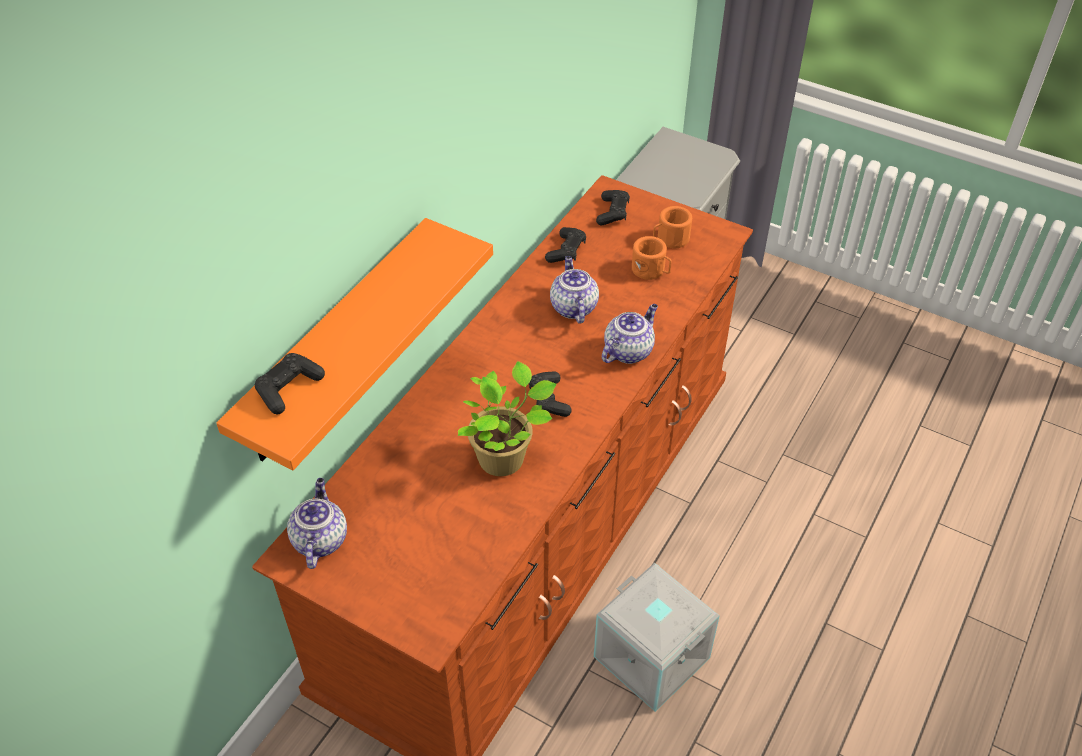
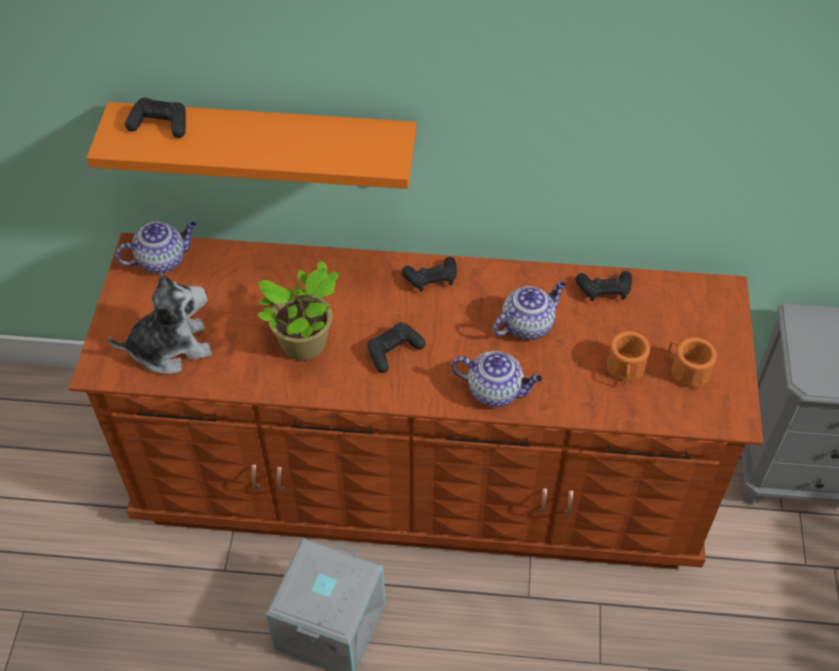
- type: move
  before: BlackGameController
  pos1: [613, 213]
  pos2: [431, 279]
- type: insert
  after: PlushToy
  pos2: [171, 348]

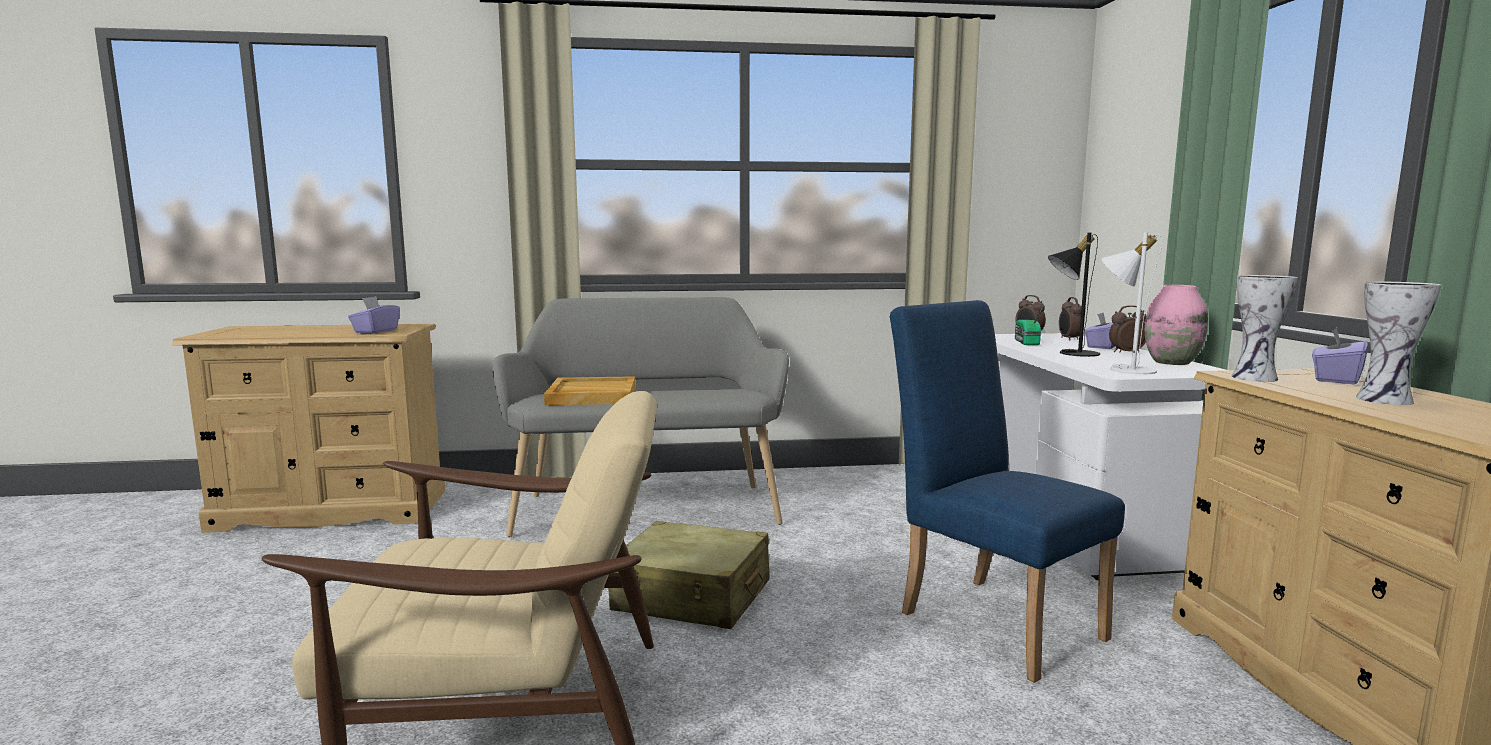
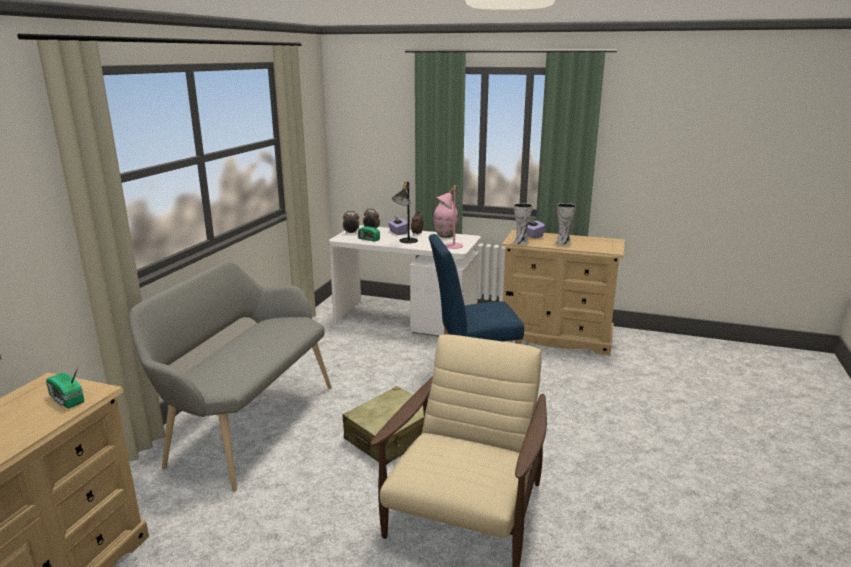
- type: recolor
  before: WhiteTableLamp
  after: PinkTableLamp
  pos1: [1124, 369]
  pos2: [449, 246]
- type: replace
  before: PurpleTissueBox
  after: Radio
  pos1: [375, 331]
  pos2: [66, 400]
- type: delete
  before: BeigeTray
  pos1: [591, 395]

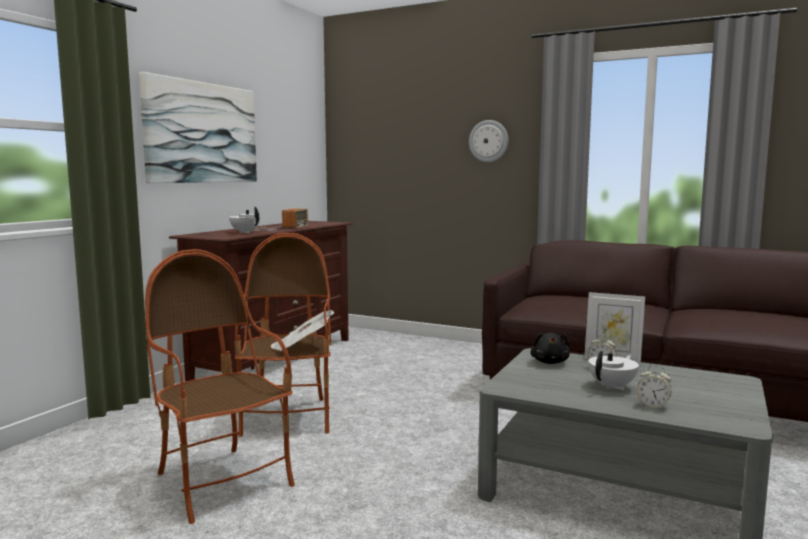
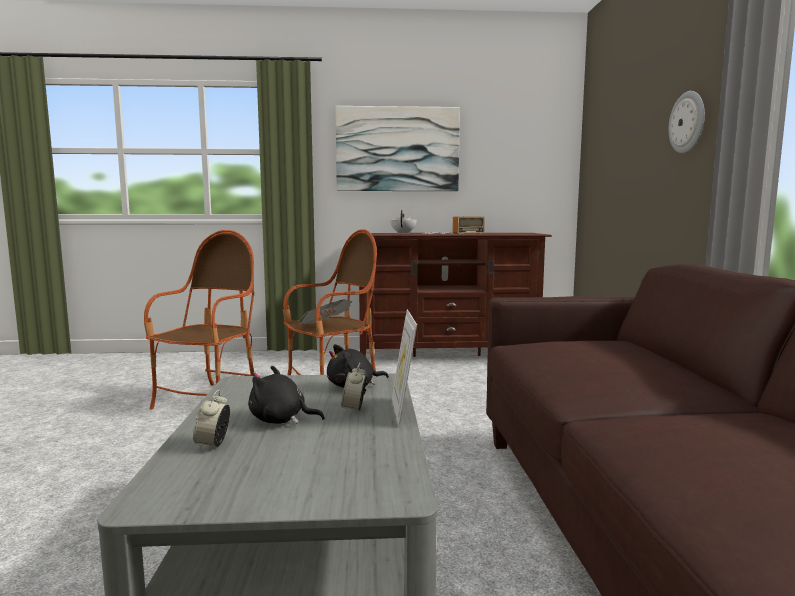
- type: replace
  before: WhiteTeapot
  after: BlackPlushToy
  pos1: [612, 386]
  pos2: [281, 420]

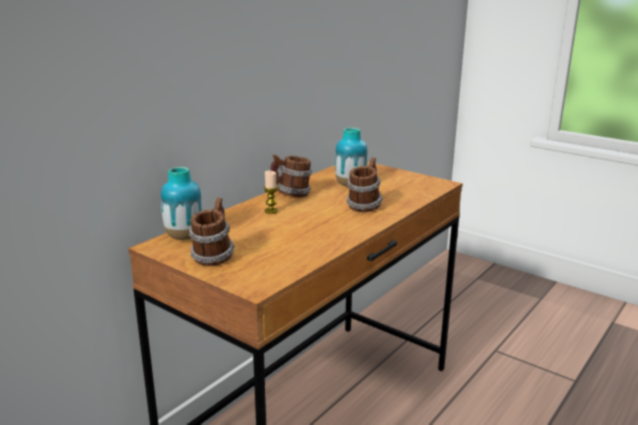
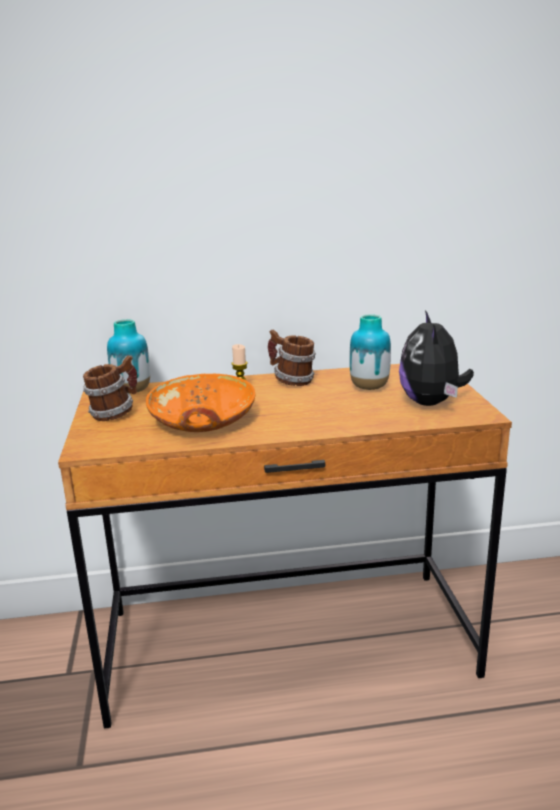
- type: delete
  before: Mug
  pos1: [364, 206]
- type: insert
  after: PlushToy
  pos2: [431, 403]
- type: insert
  after: OrangeBowl
  pos2: [202, 420]

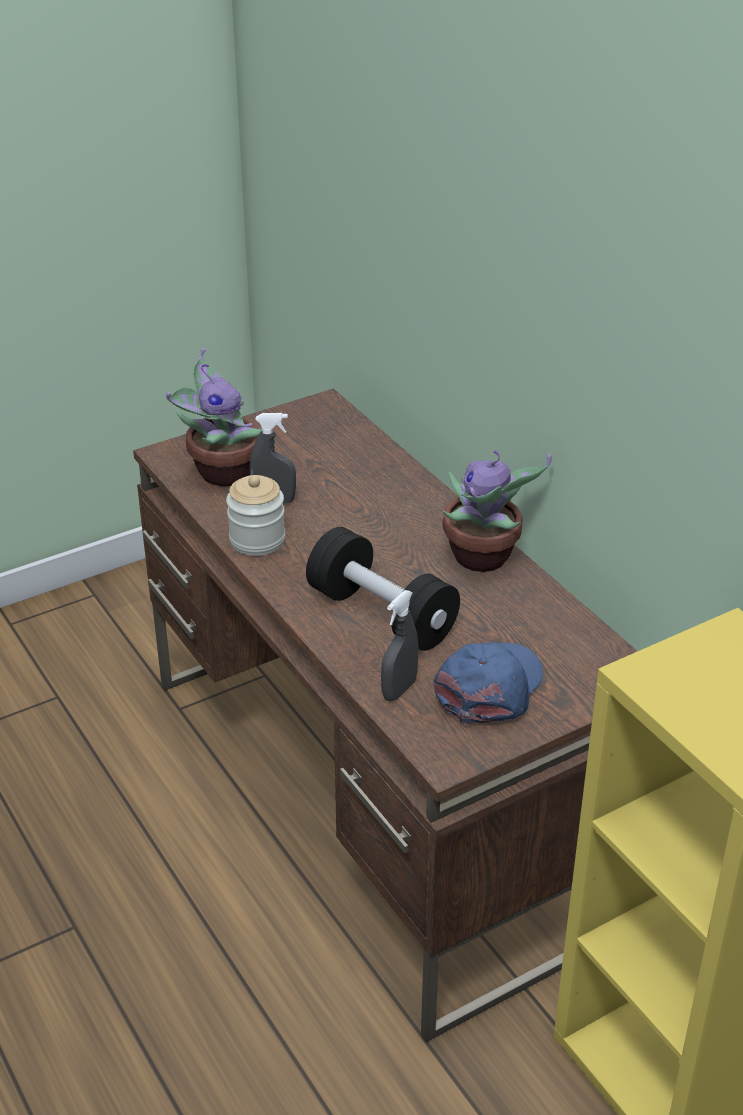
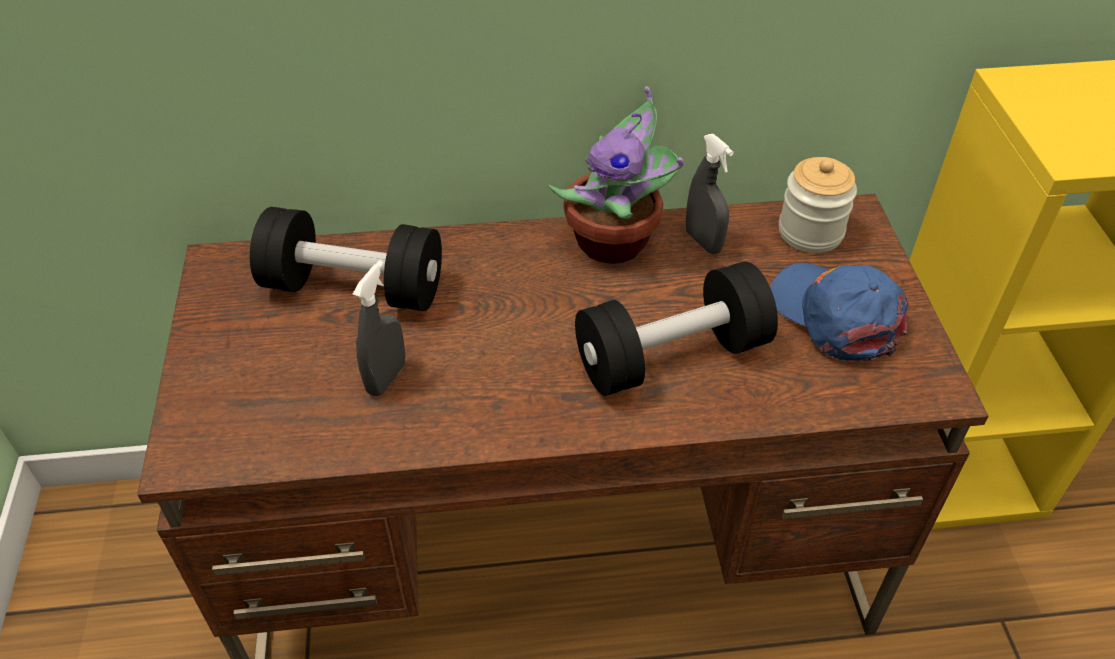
- type: delete
  before: PottedPlant
  pos1: [222, 472]
- type: move
  before: Jar
  pos1: [257, 540]
  pos2: [810, 232]
- type: move
  before: GreySprayBottle
  pos1: [399, 689]
  pos2: [703, 241]
- type: insert
  after: BlackDumbbell
  pos2: [354, 288]

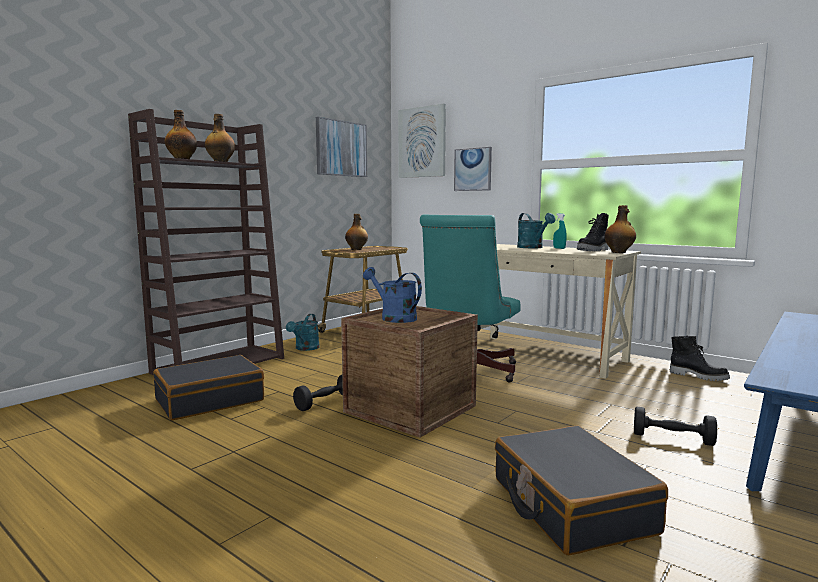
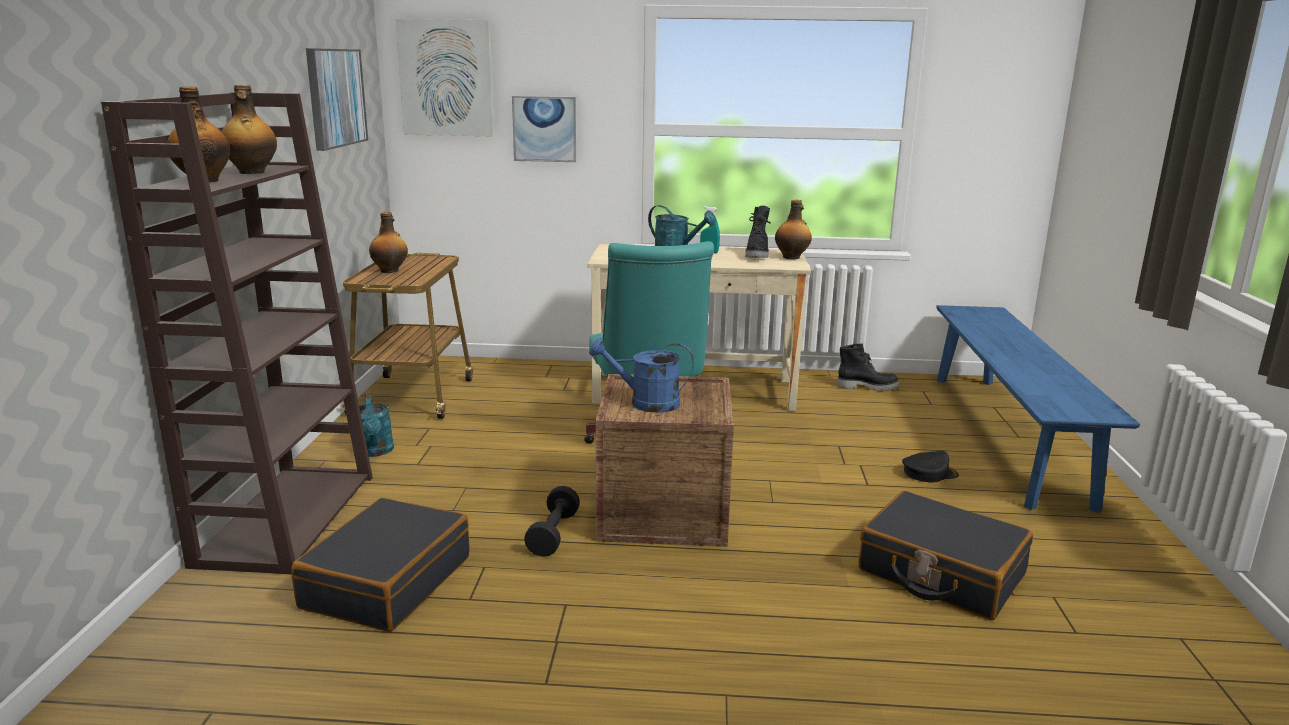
- type: replace
  before: BlackDumbbell
  after: BlackCap
  pos1: [672, 438]
  pos2: [929, 473]

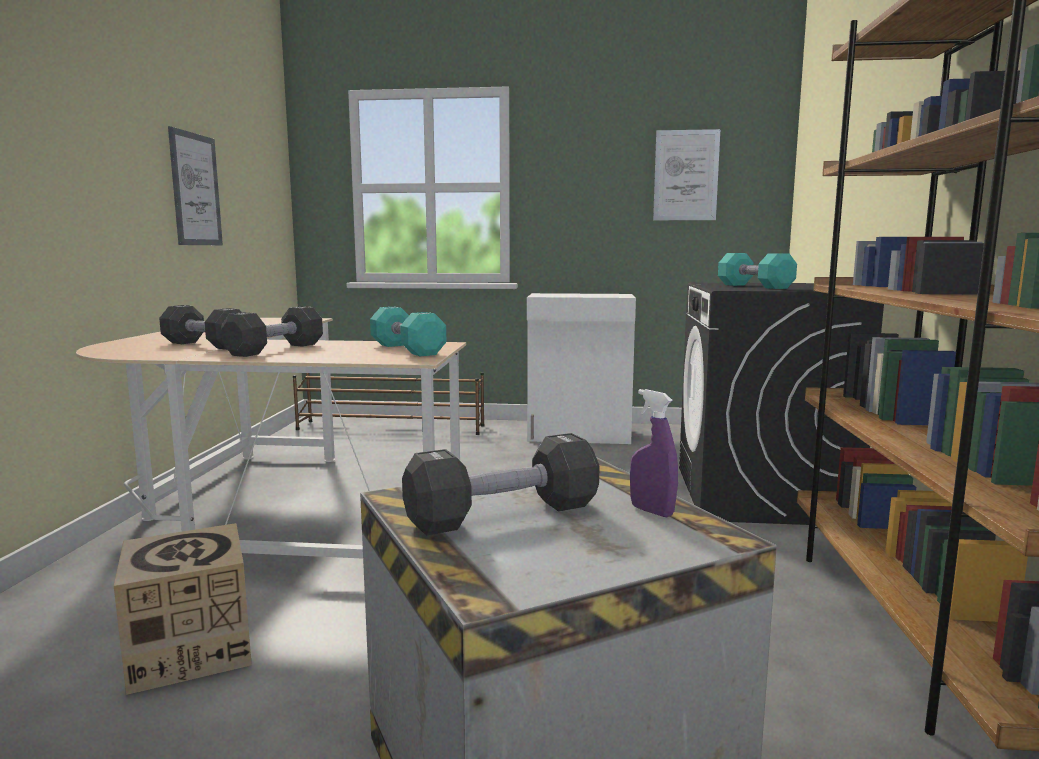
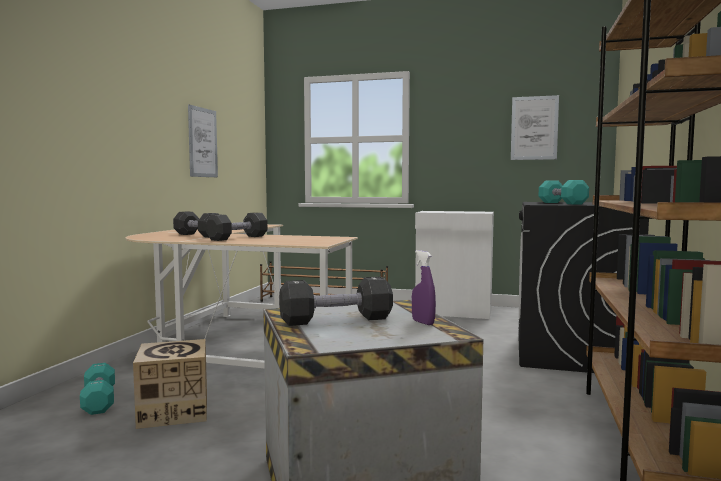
- type: move
  before: TurquoiseDumbbell
  pos1: [407, 349]
  pos2: [99, 400]

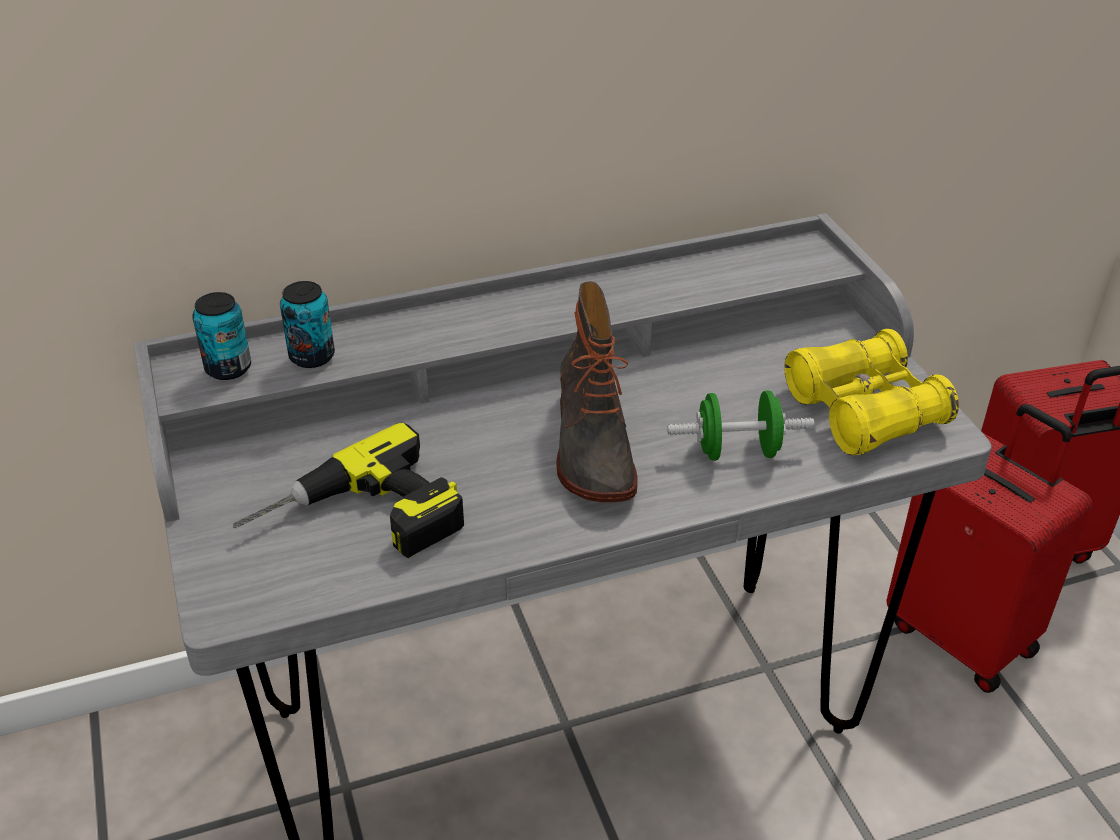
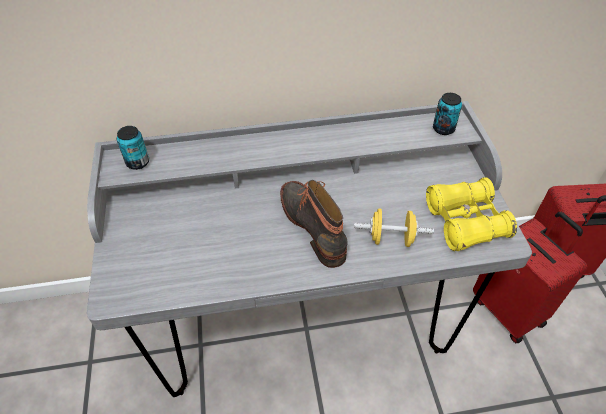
- type: move
  before: Can
  pos1: [312, 356]
  pos2: [443, 129]
- type: rotate
  before: Boot
  pos1: [590, 447]
  pos2: [314, 226]
  turn: 150
- type: recolor
  before: GreenDumbbell
  after: YellowDumbbell
  pos1: [737, 451]
  pos2: [391, 238]
- type: delete
  before: PowerDrill
  pos1: [358, 523]

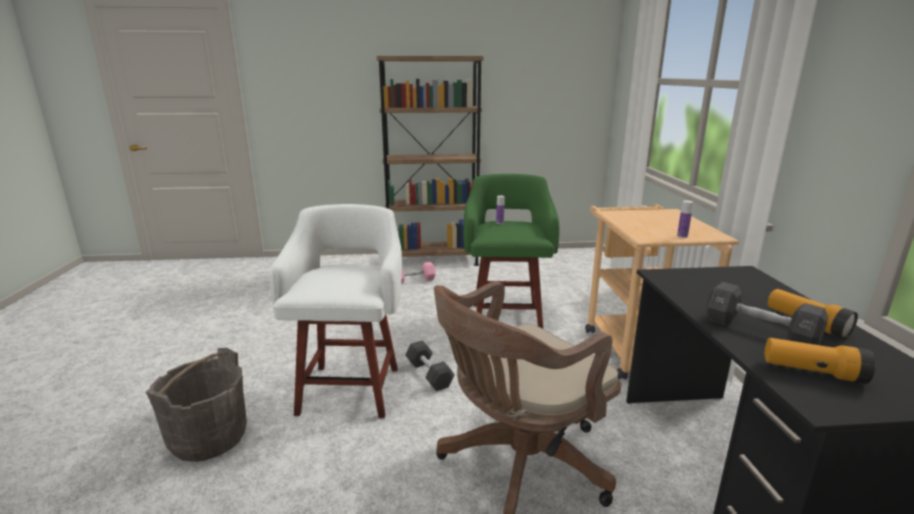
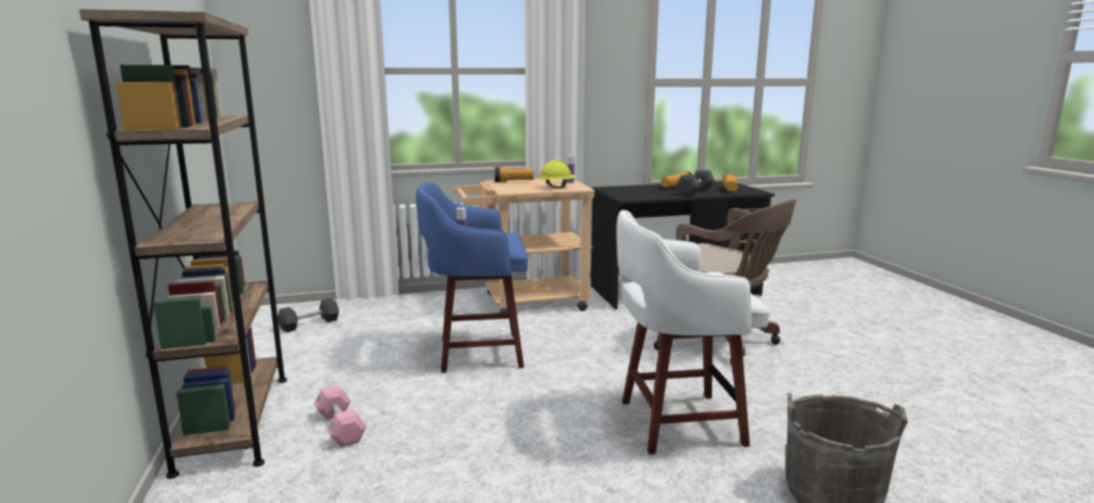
- type: recolor
  before: GreenStool
  after: BlueStool
  pos1: [506, 317]
  pos2: [476, 353]
- type: move
  before: BlackDumbbell
  pos1: [429, 374]
  pos2: [309, 324]
- type: insert
  after: YellowHardHat
  pos2: [557, 187]
- type: insert
  after: Flashlight
  pos2: [514, 182]

